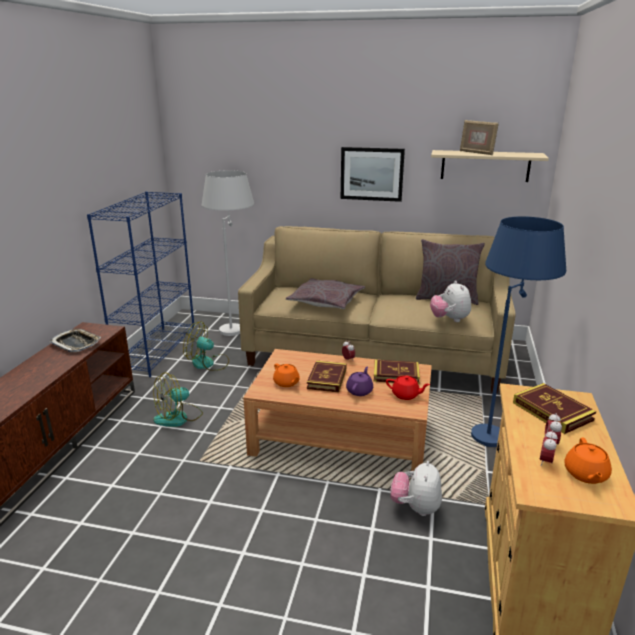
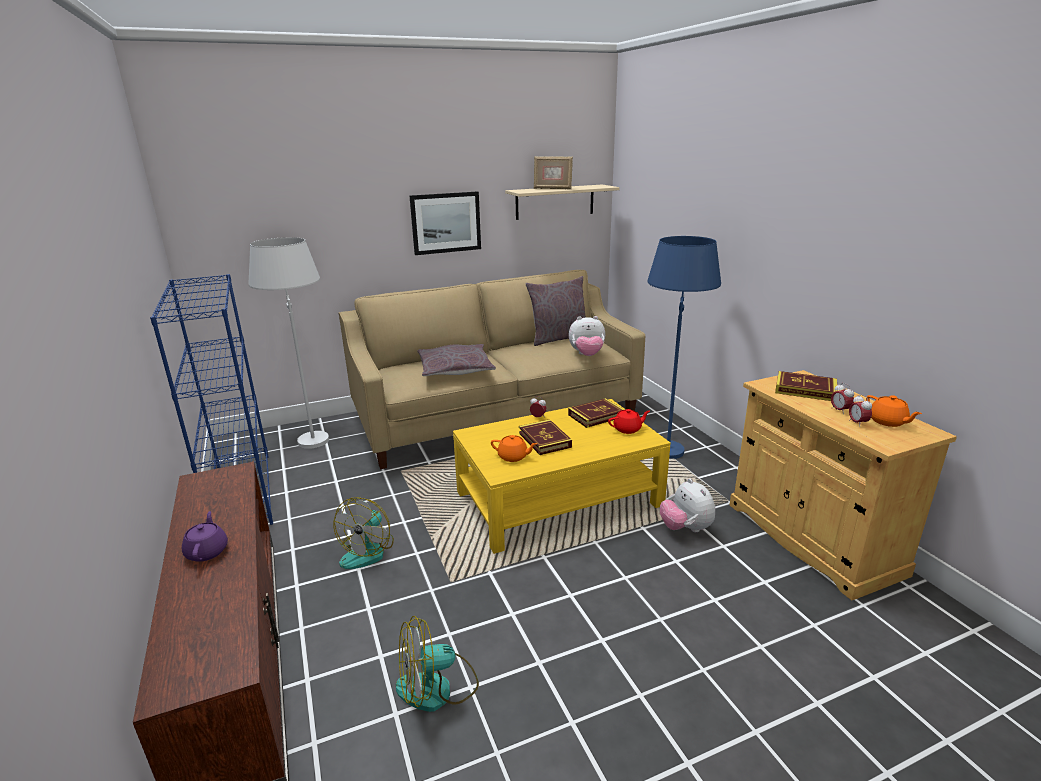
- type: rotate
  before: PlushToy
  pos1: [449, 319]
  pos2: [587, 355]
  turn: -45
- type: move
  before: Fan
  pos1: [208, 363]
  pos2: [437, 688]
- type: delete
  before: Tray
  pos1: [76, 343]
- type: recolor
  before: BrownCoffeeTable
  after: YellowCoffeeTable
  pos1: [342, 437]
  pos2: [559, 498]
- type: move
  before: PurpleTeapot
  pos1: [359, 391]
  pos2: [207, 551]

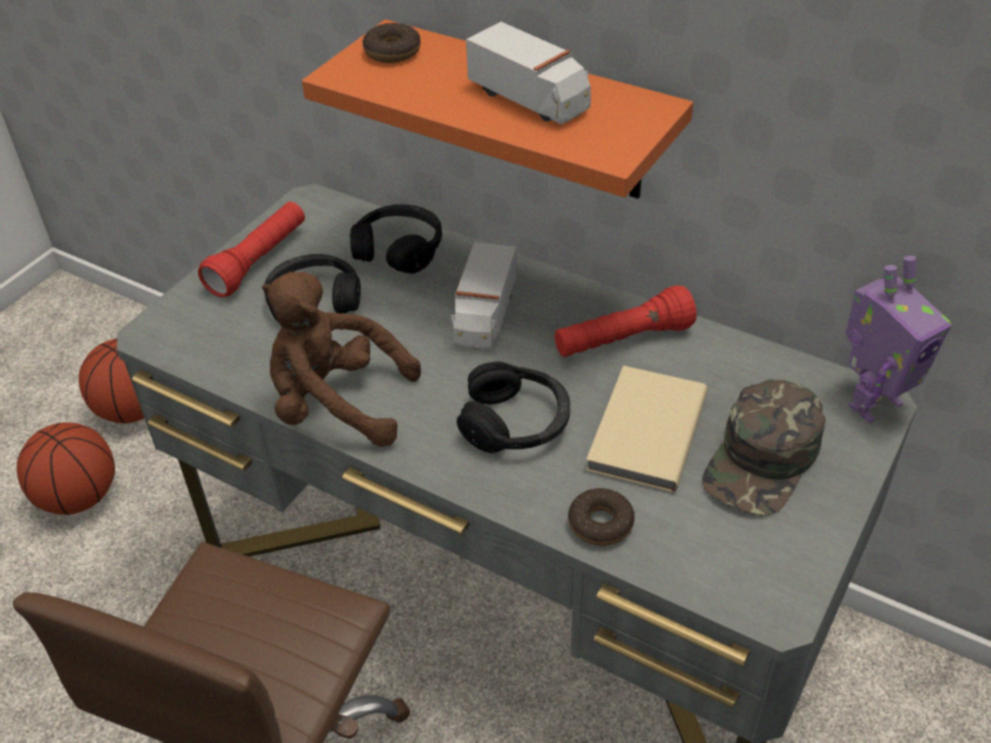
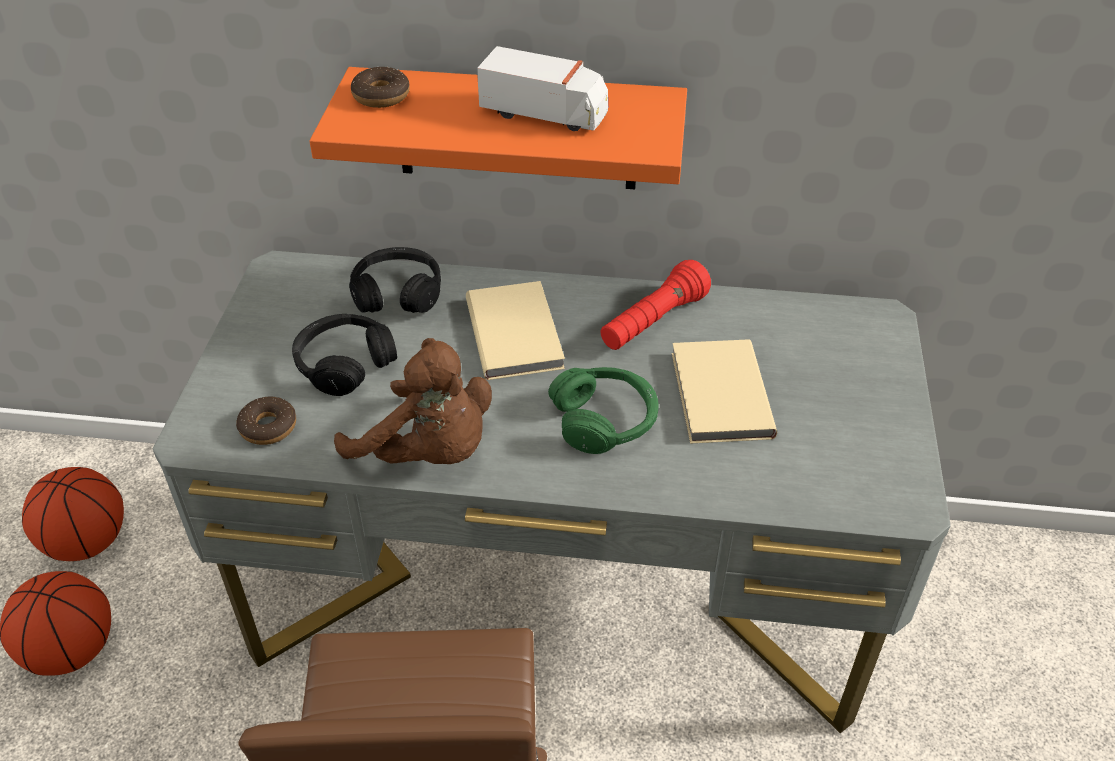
- type: delete
  before: RedFlashlight
  pos1: [259, 261]
- type: replace
  before: ToyTruck
  after: BeigeBook
  pos1: [484, 315]
  pos2: [516, 332]
- type: delete
  before: ToyRobot
  pos1: [872, 402]
- type: rotate
  before: BrownPlushToy
  pos1: [336, 404]
  pos2: [428, 453]
  turn: -135
- type: recolor
  before: BlackHeadphones
  after: GreenHeadphones
  pos1: [516, 423]
  pos2: [605, 420]
- type: delete
  before: GreenCap
  pos1: [763, 459]
- type: move
  before: Donut
  pos1: [600, 523]
  pos2: [268, 427]

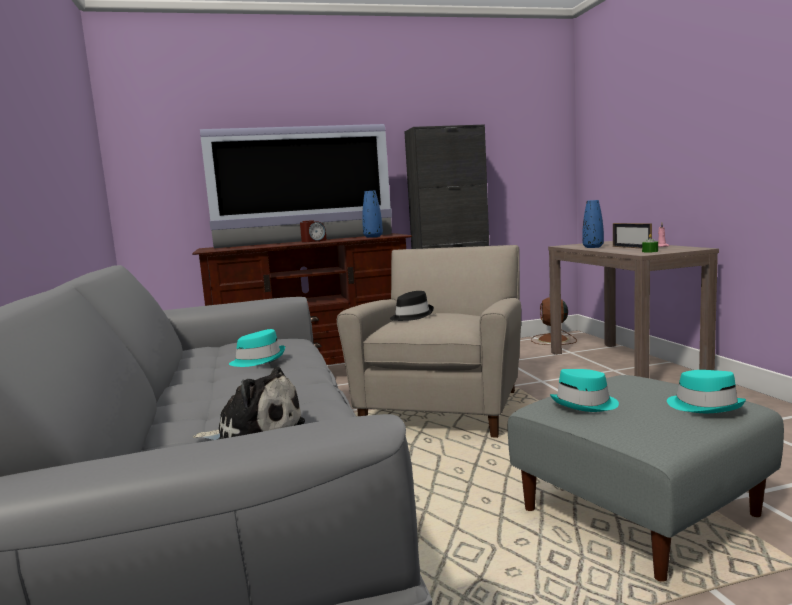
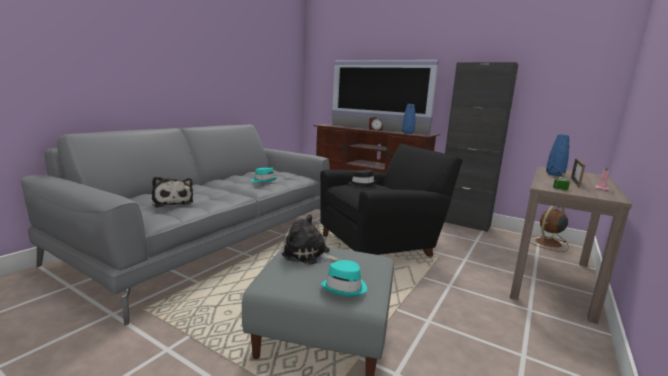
- type: recolor
  before: BeigeArmchair
  after: BlackArmchair
  pos1: [445, 406]
  pos2: [380, 245]
- type: replace
  before: TurquoiseHat
  after: PlushToy
  pos1: [585, 404]
  pos2: [308, 255]

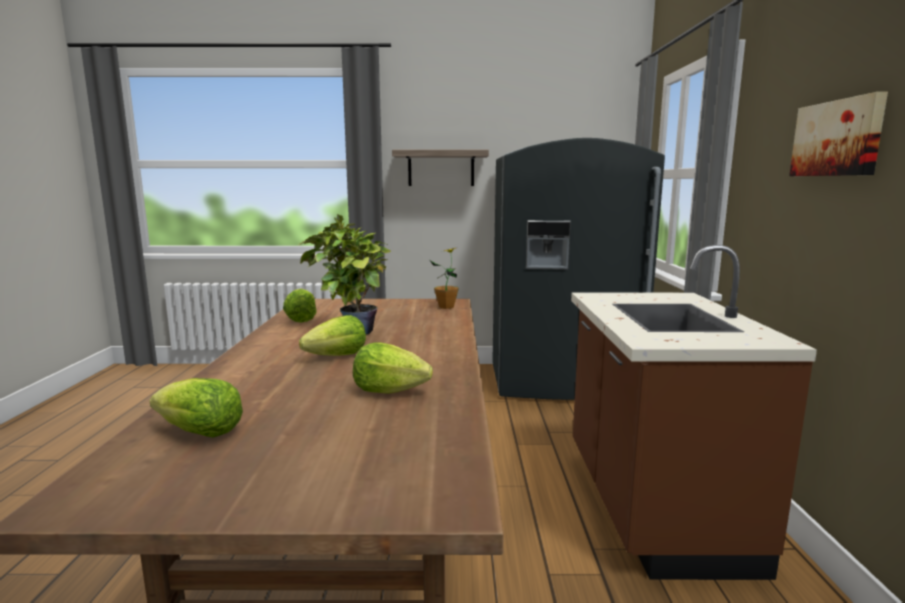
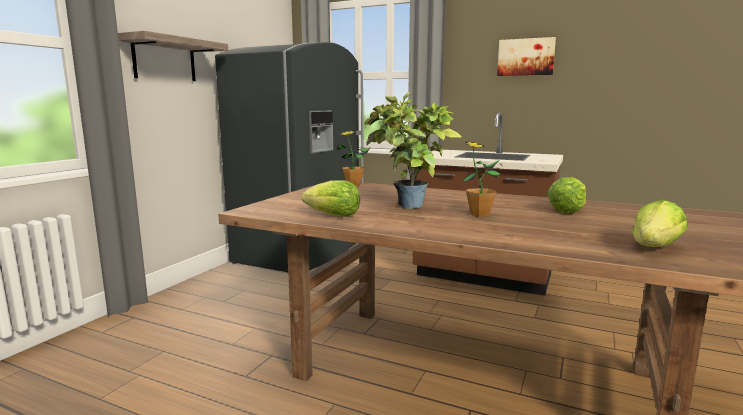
- type: replace
  before: Lettuce
  after: PottedPlant
  pos1: [337, 356]
  pos2: [479, 214]

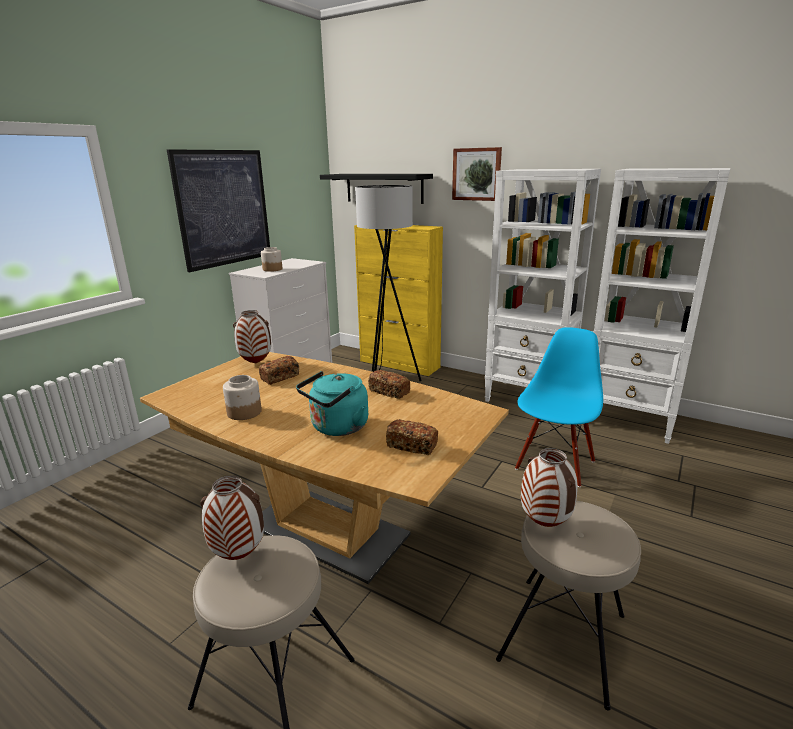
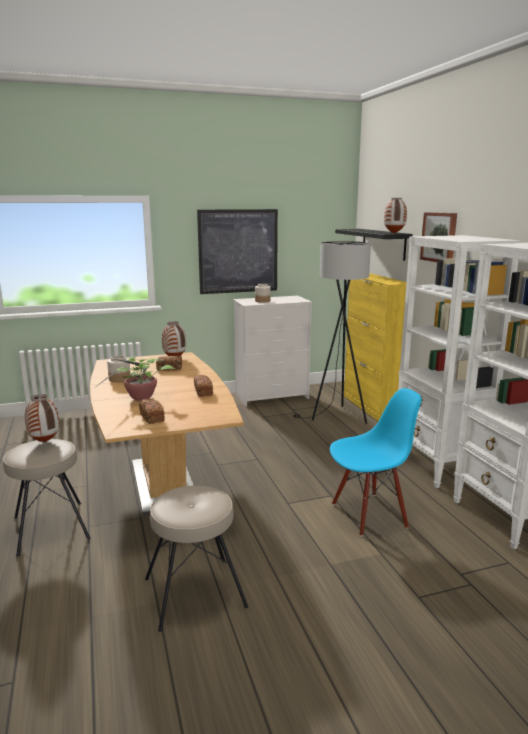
- type: replace
  before: TurquoiseKettle
  after: PottedPlant
  pos1: [337, 428]
  pos2: [140, 399]
- type: move
  before: Vase
  pos1: [545, 524]
  pos2: [394, 233]

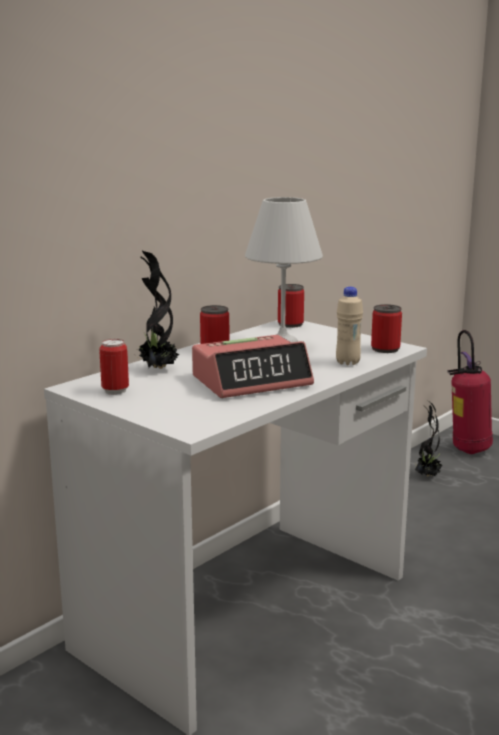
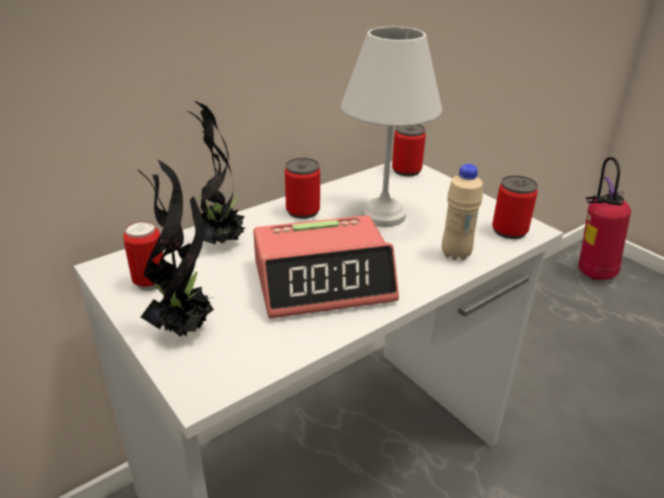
- type: move
  before: PottedPlant
  pos1: [427, 475]
  pos2: [186, 327]

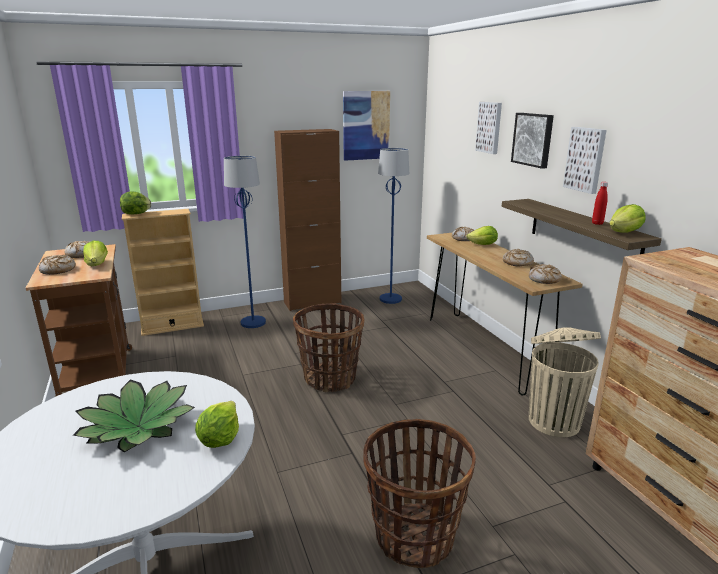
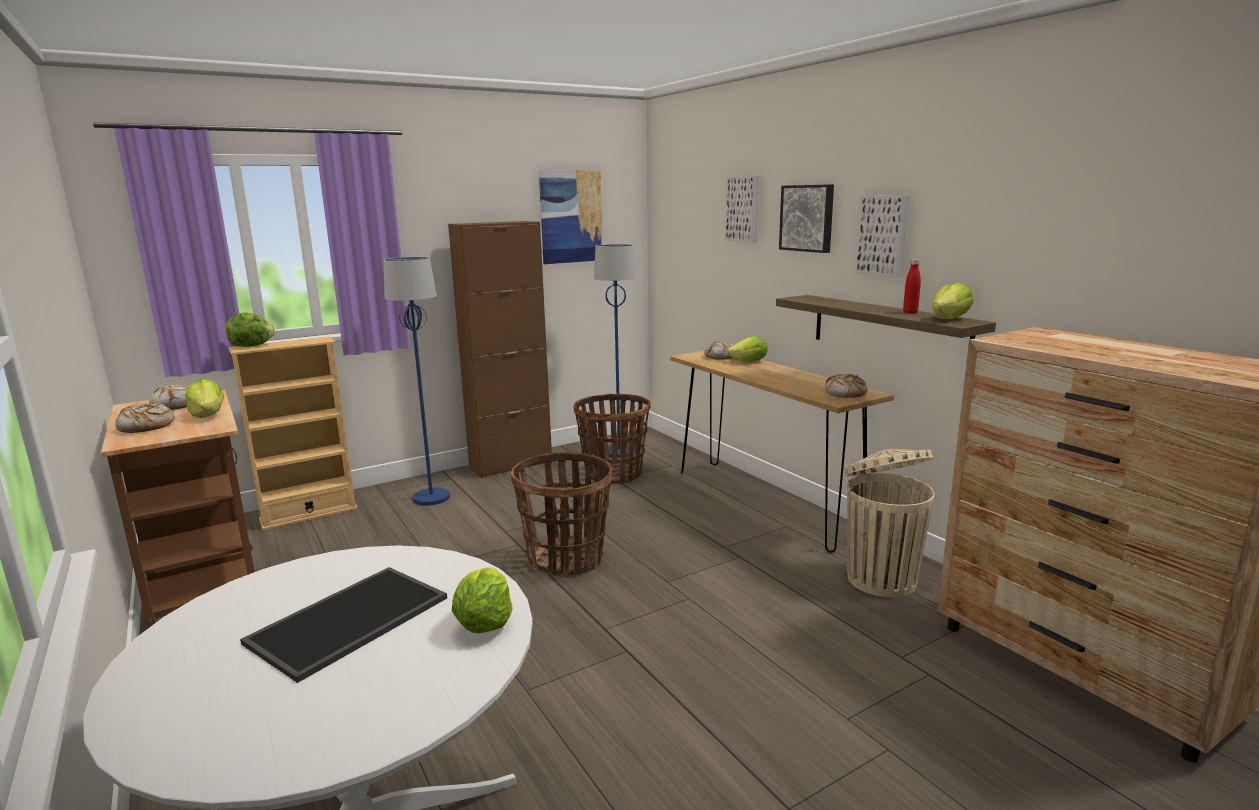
- type: delete
  before: Bread
  pos1: [517, 263]
- type: replace
  before: PottedPlant
  after: Tray
  pos1: [138, 426]
  pos2: [349, 622]
- type: move
  before: Basket
  pos1: [414, 535]
  pos2: [613, 474]

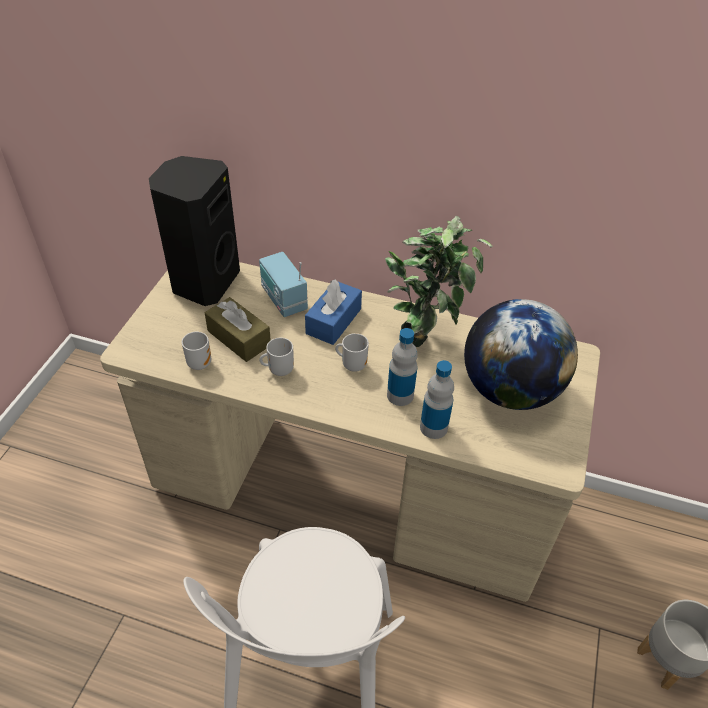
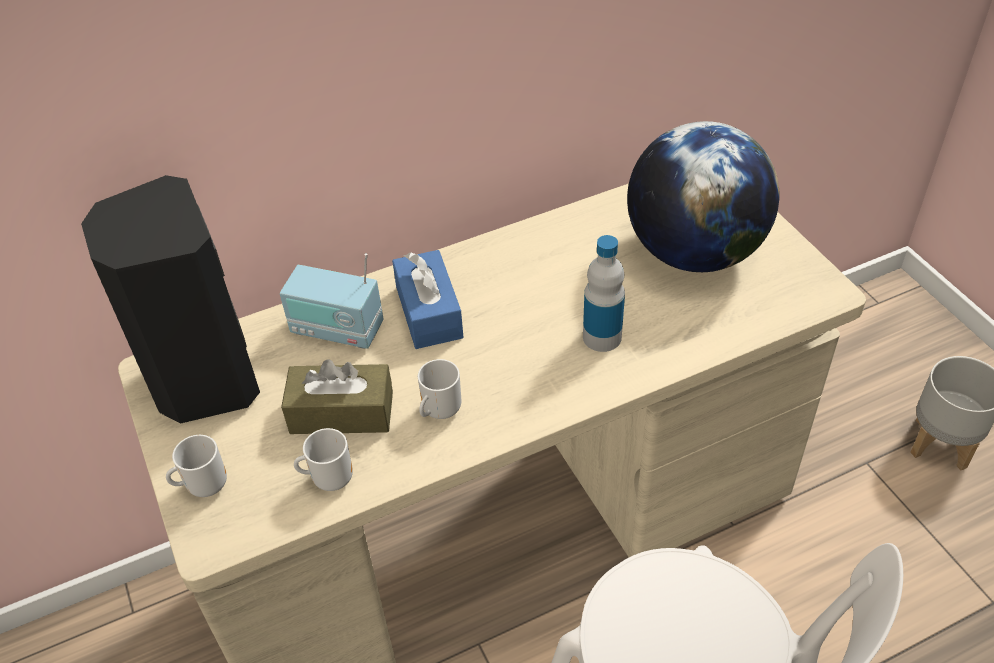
- type: delete
  before: PottedPlant
  pos1: [426, 334]
- type: move
  before: Mug
  pos1: [353, 364]
  pos2: [205, 485]
- type: delete
  before: Bottle
  pos1: [433, 427]

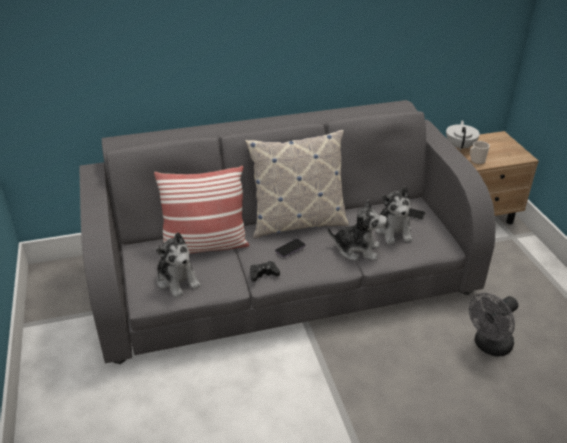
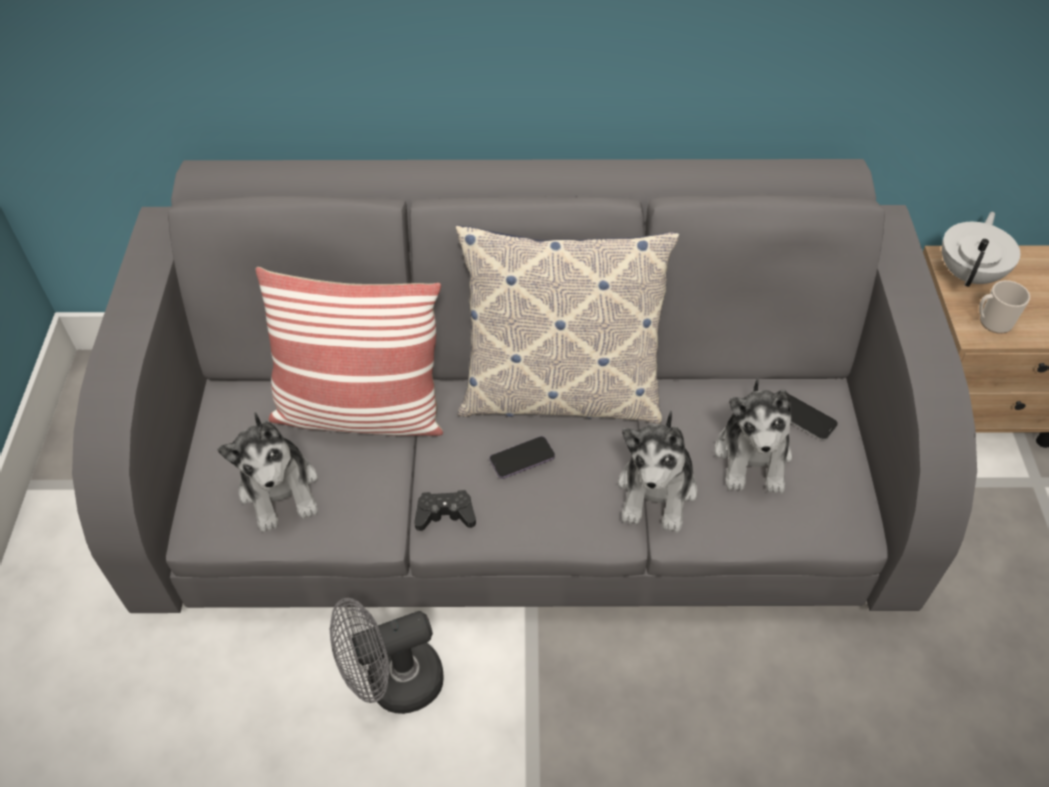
- type: rotate
  before: PlushToy
  pos1: [357, 249]
  pos2: [657, 491]
  turn: 75
- type: move
  before: GreyFan
  pos1: [489, 346]
  pos2: [393, 684]

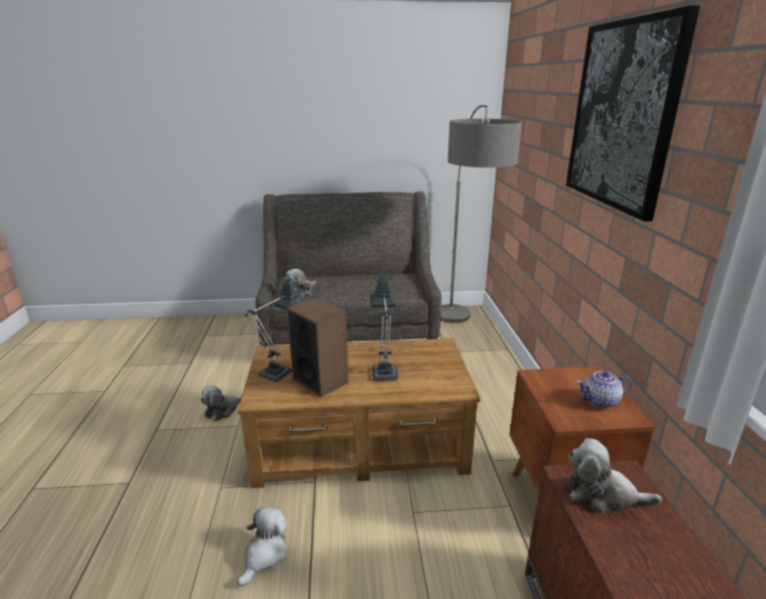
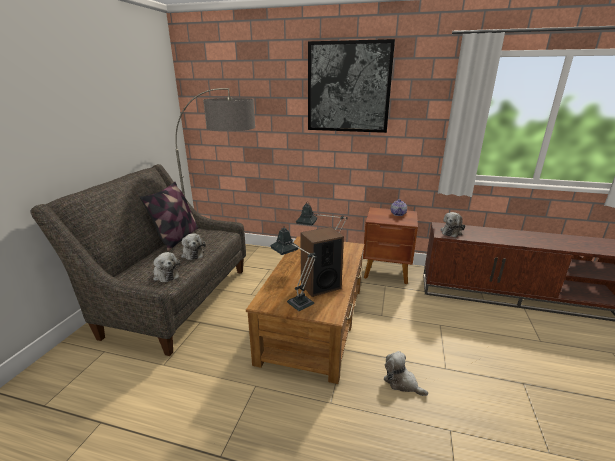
- type: move
  before: PlushToy
  pos1: [223, 410]
  pos2: [192, 253]
- type: insert
  after: Pillow
  pos2: [177, 238]

